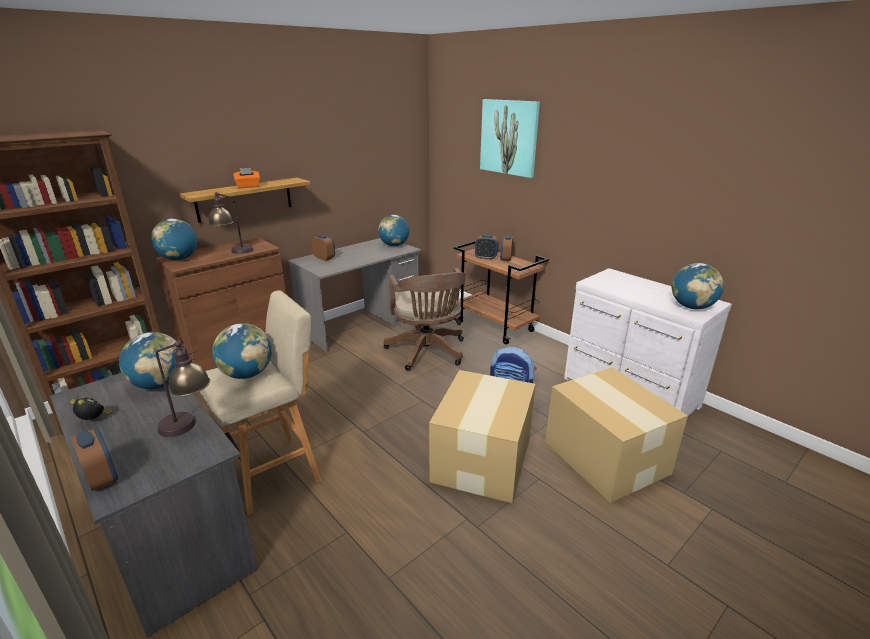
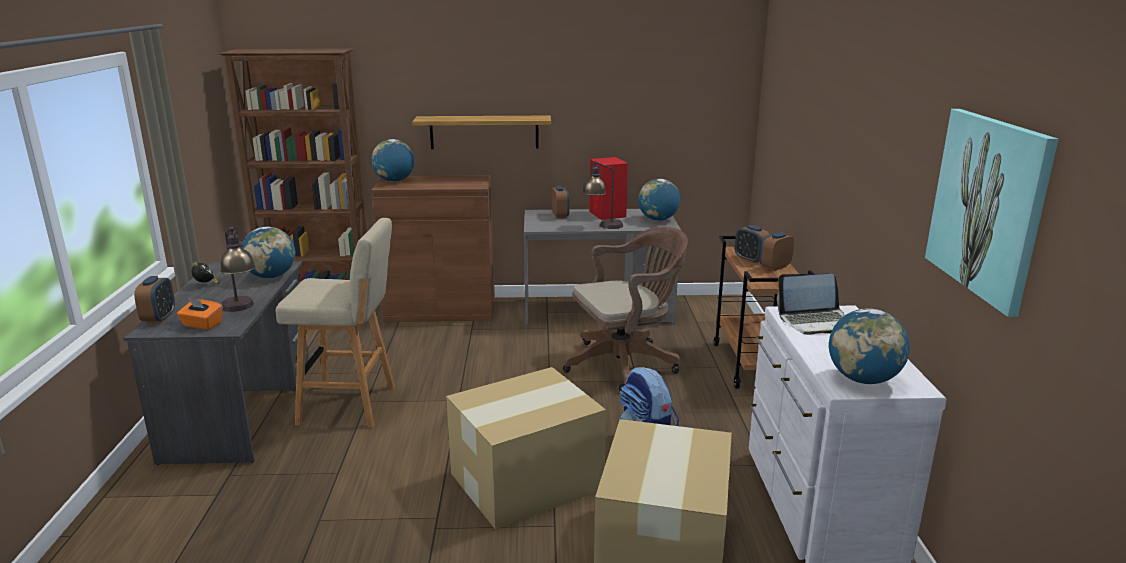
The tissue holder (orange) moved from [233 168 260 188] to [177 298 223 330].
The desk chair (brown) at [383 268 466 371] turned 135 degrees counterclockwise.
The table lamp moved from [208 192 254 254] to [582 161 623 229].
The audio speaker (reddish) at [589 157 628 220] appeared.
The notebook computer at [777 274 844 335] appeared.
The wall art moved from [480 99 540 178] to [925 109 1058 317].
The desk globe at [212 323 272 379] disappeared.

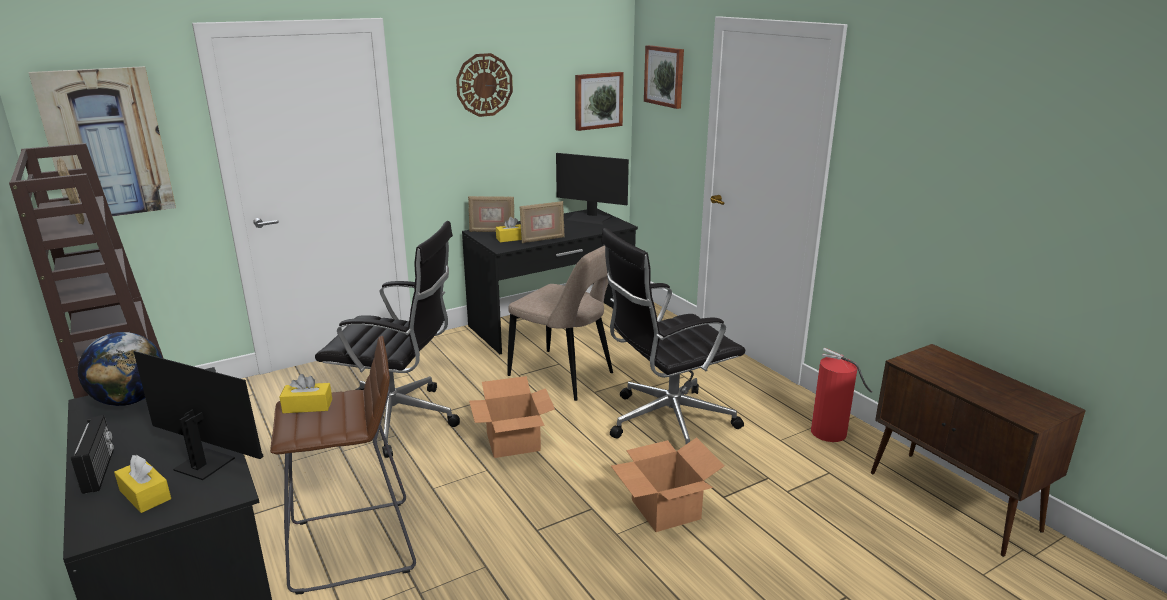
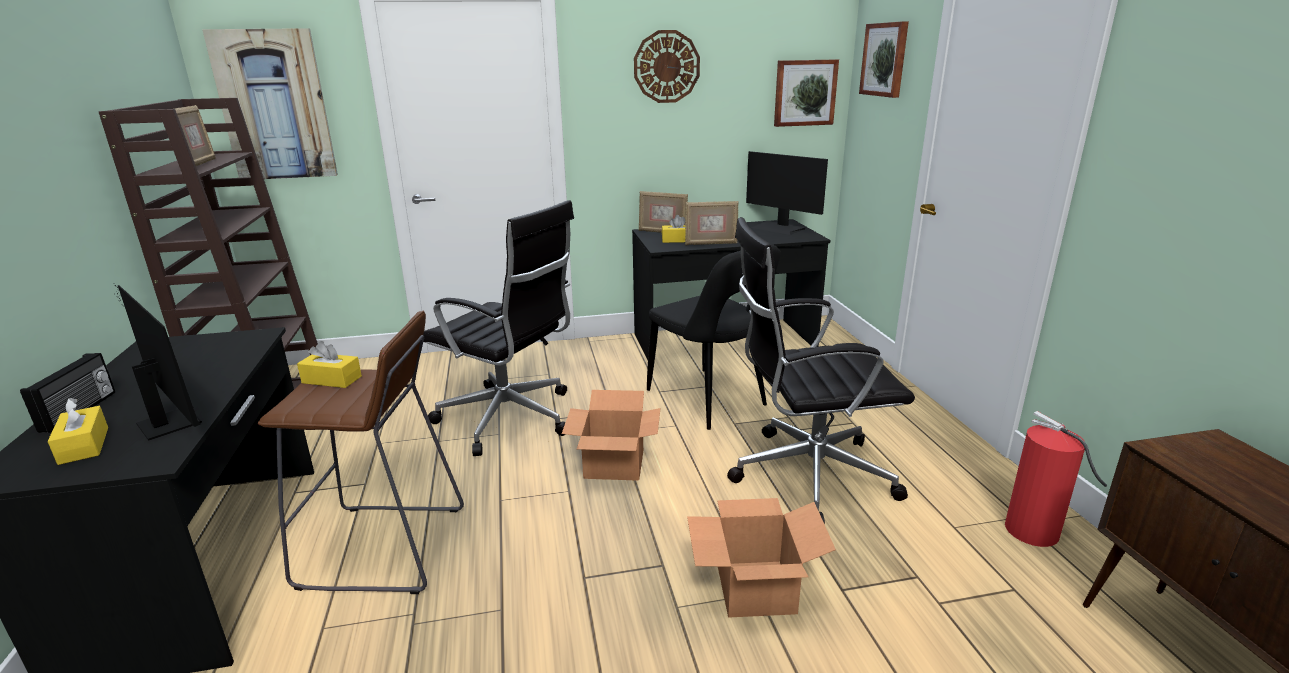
The plain chair (beige-coloured) at [507 246 613 401] became the plain chair (black) at [647 244 781 430].
The desk globe at [78 332 162 406] disappeared.

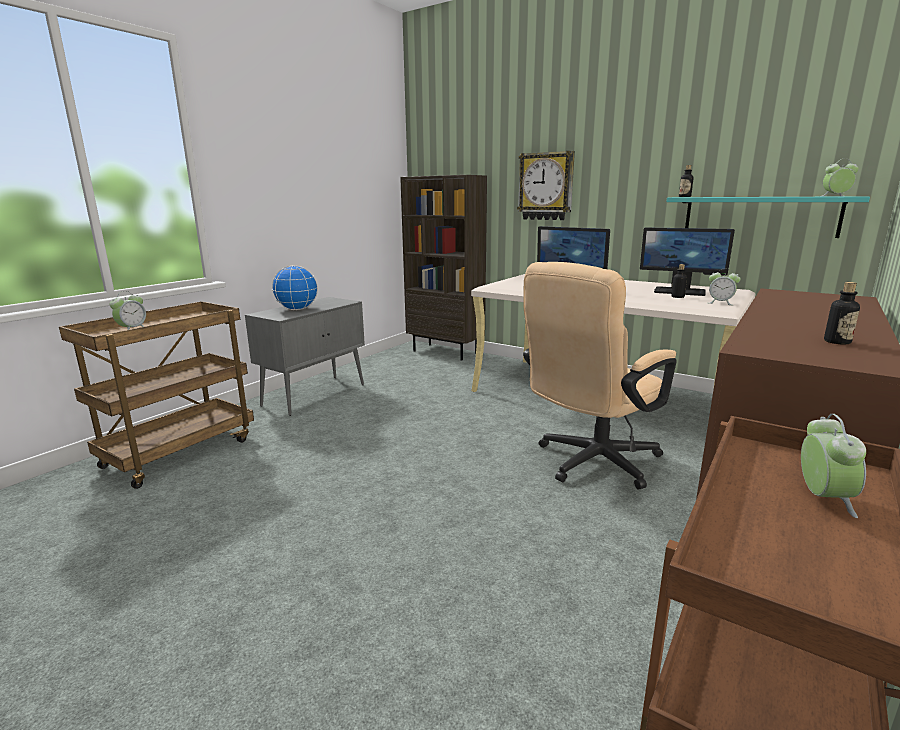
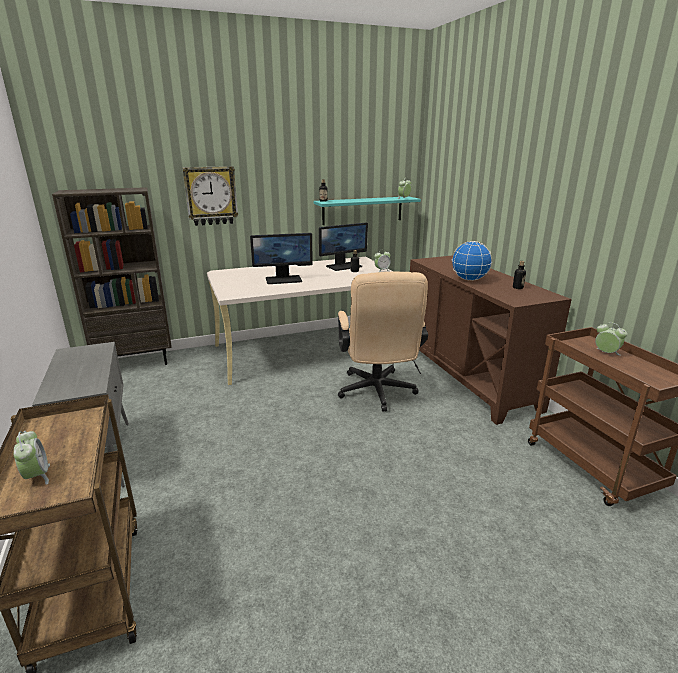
The desk globe moved from [272 265 318 310] to [452 241 492 281].

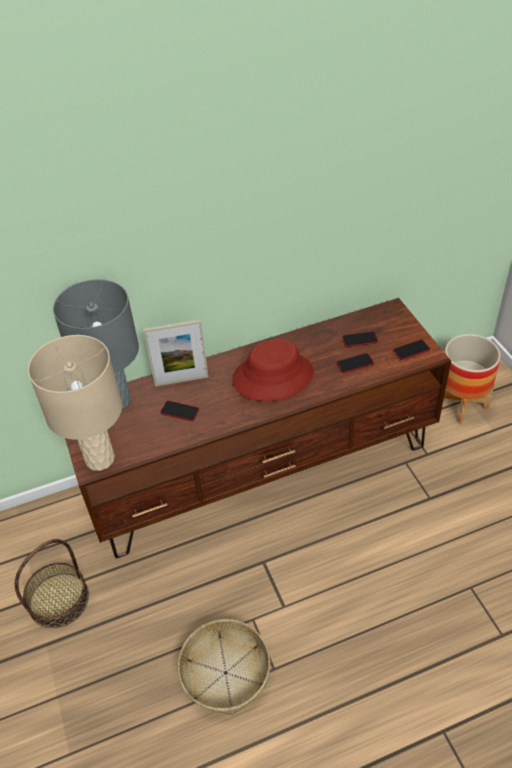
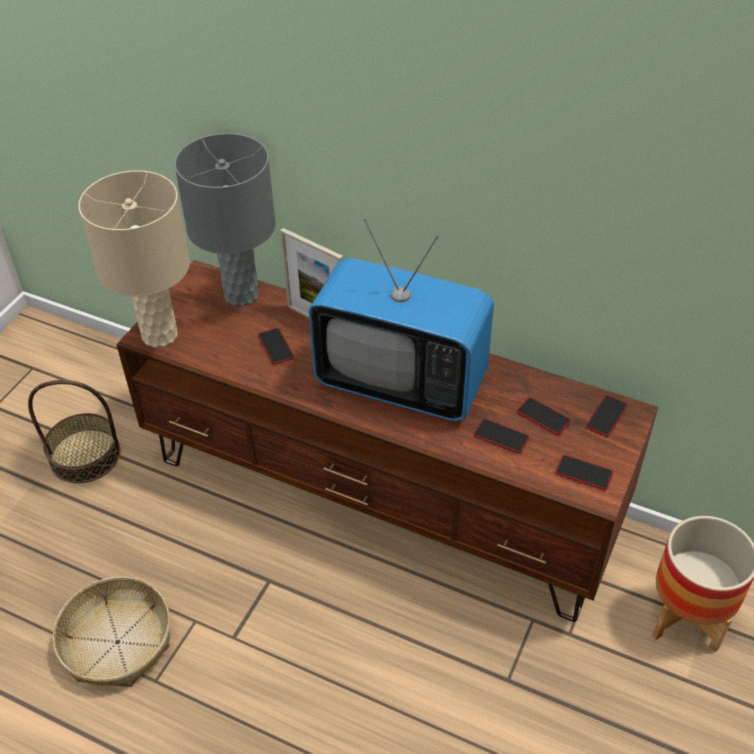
The wearable hat (reddish) at [232 339 314 401] was replaced by the TV at [309 219 494 421].
The handset at [586 395 628 437] appeared.

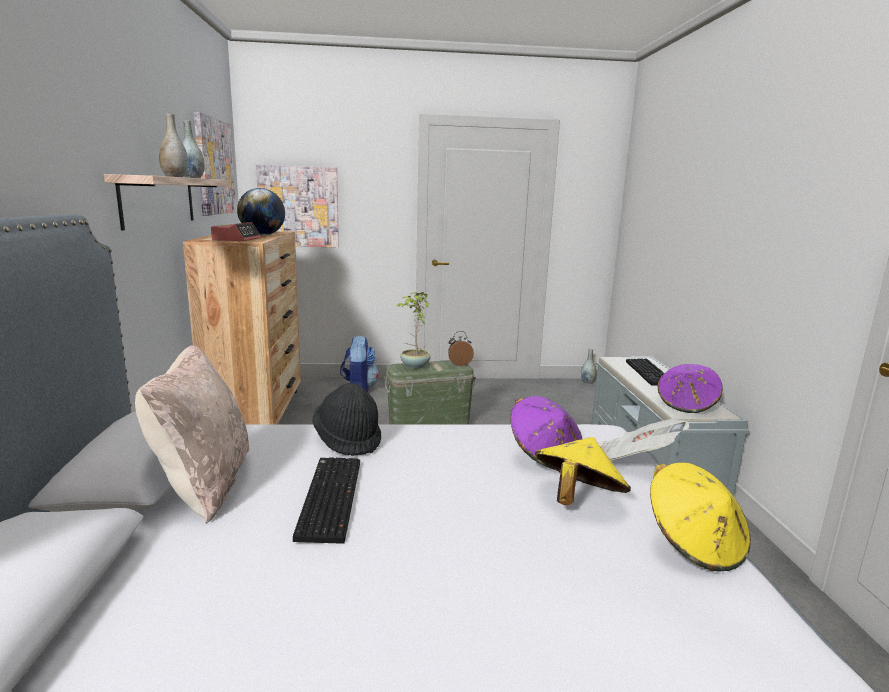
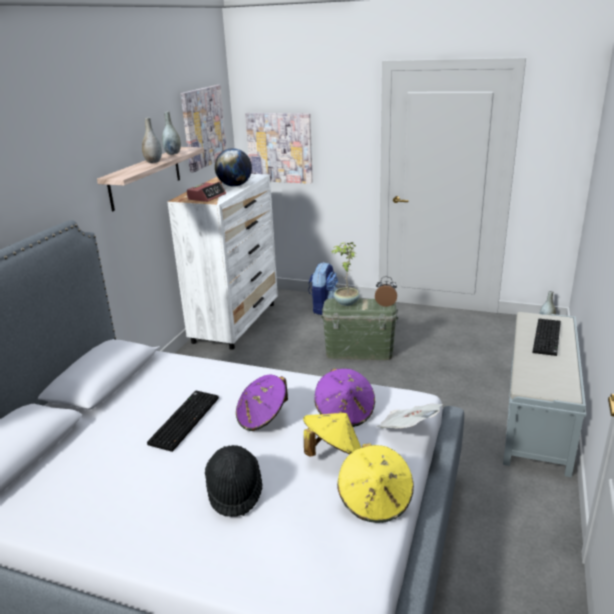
The chest of drawers (brown) at [183 231 301 425] became the chest of drawers (white-coloured) at [167 174 278 350].
The wearable hat (black) moved from [312 383 381 456] to [205 445 262 517].
The wearable hat (purplish) moved from [658 364 723 413] to [236 375 288 431].
The cushion (beige-coloured) at [135 346 249 523] disappeared.

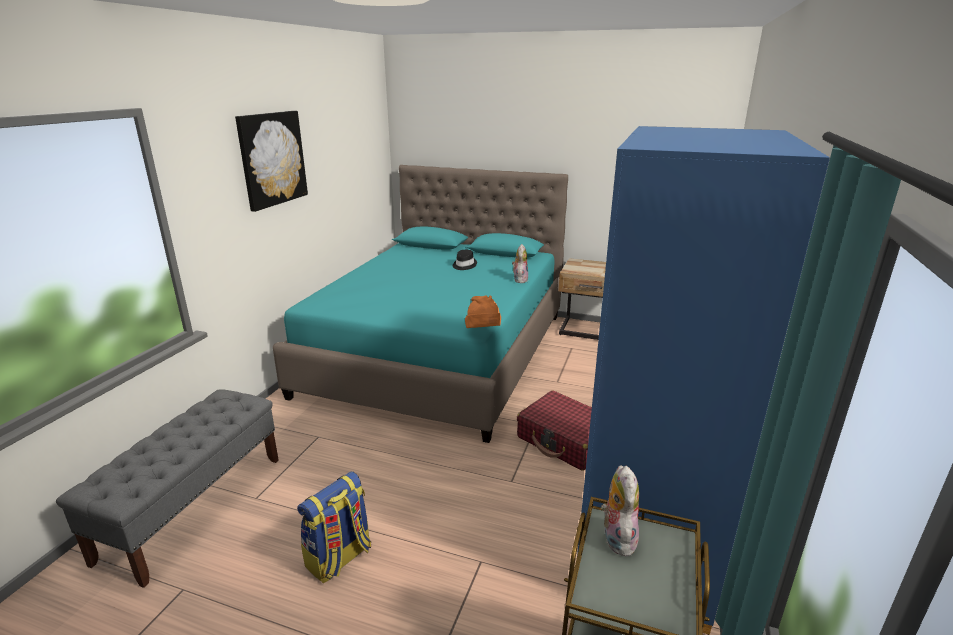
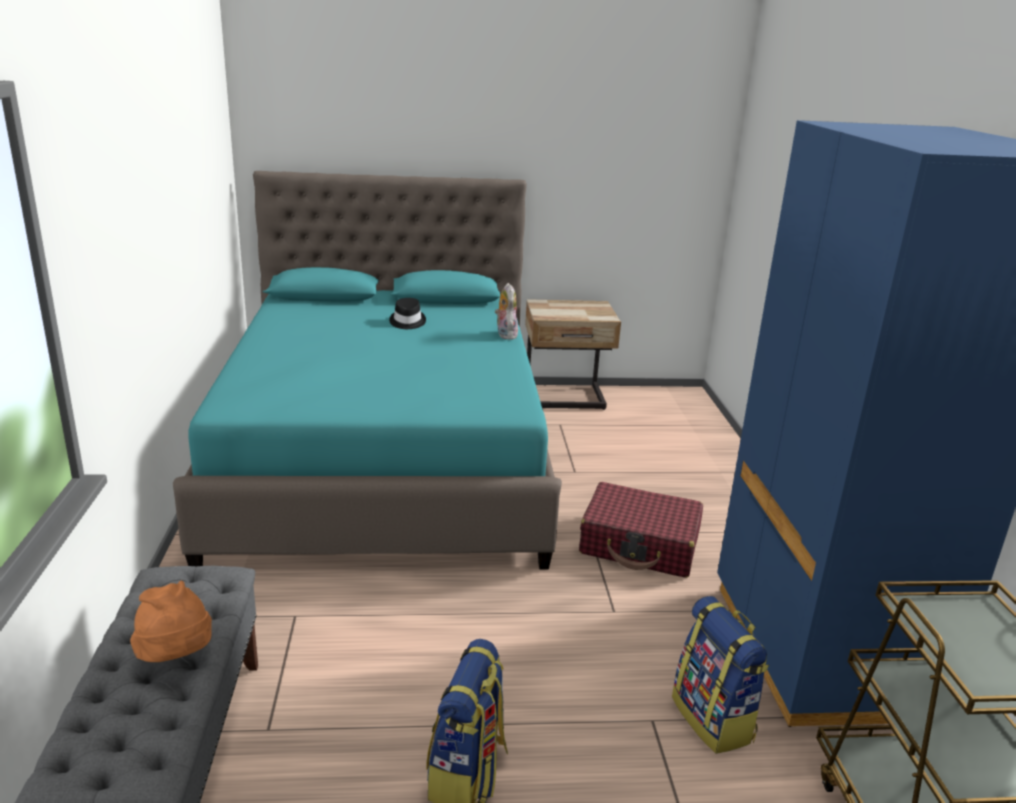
The wearable hat (orange) moved from [465 295 501 328] to [130 581 212 662].
The rucksack at [672 596 769 754] appeared.
The wall art at [235 111 308 212] disappeared.
The cuddly toy at [601 465 639 556] disappeared.

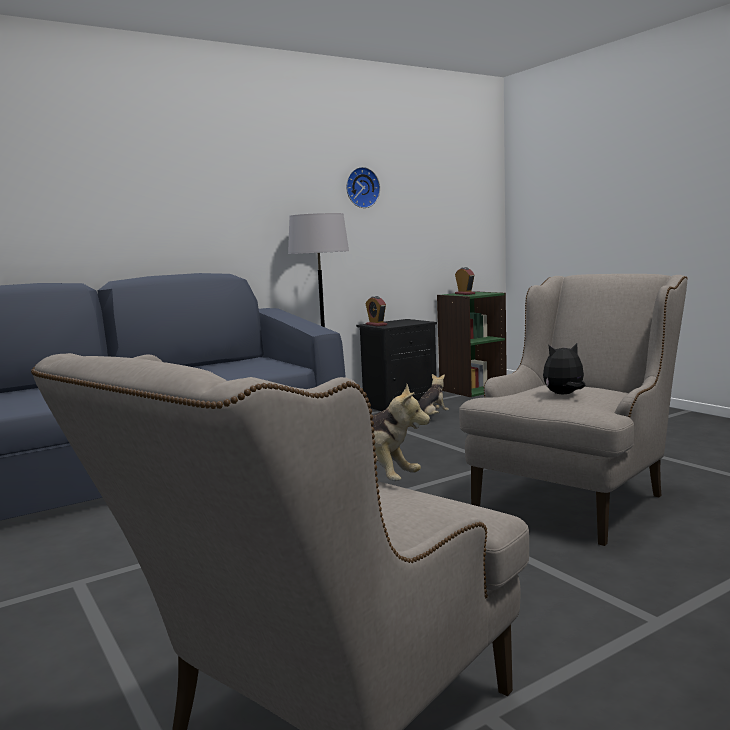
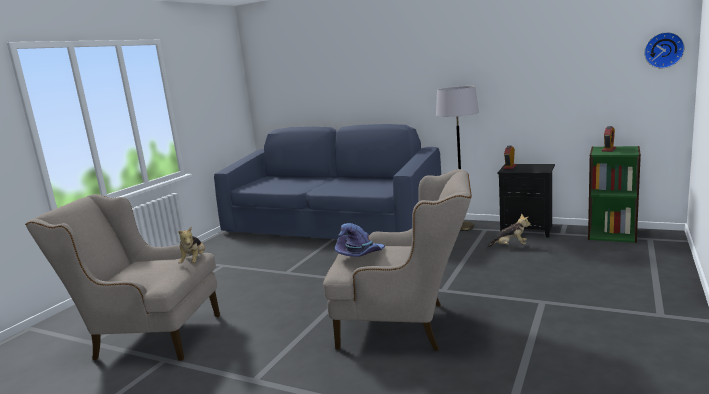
The cuddly toy at [543 343 586 394] was replaced by the wearable hat (purplish) at [335 223 385 257].
The hanging clock moved from [346 167 380 208] to [644 32 685 68].

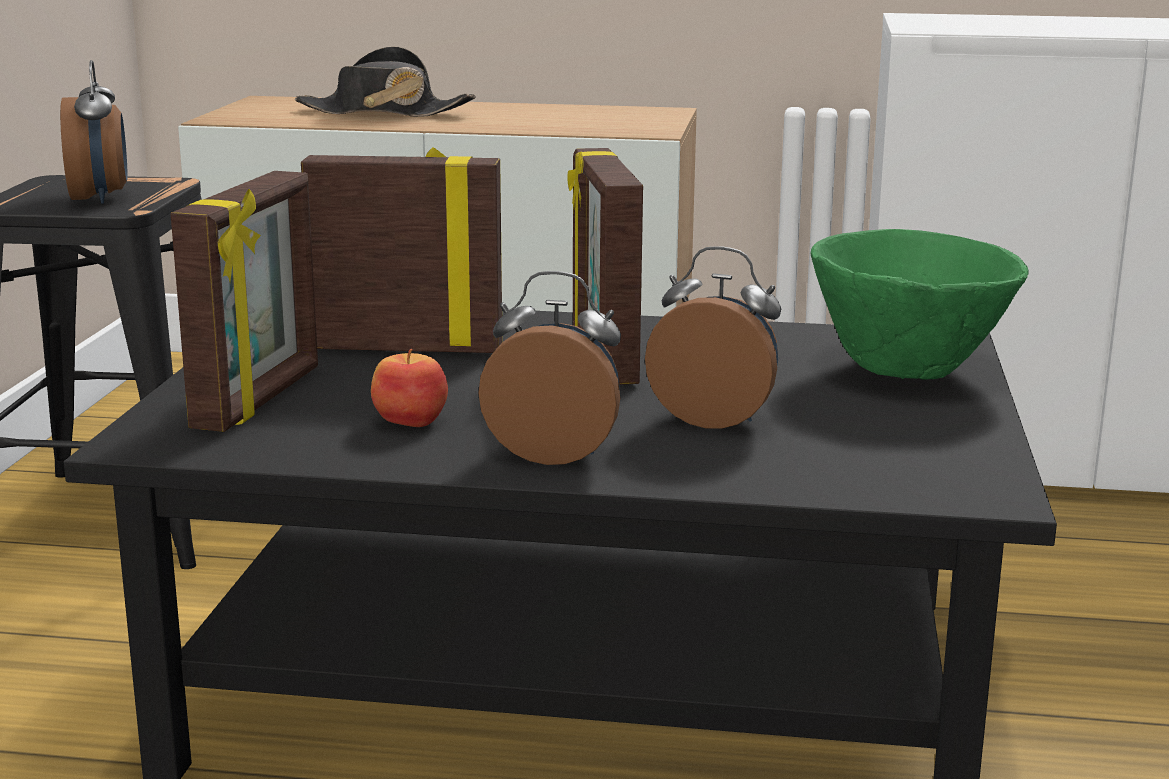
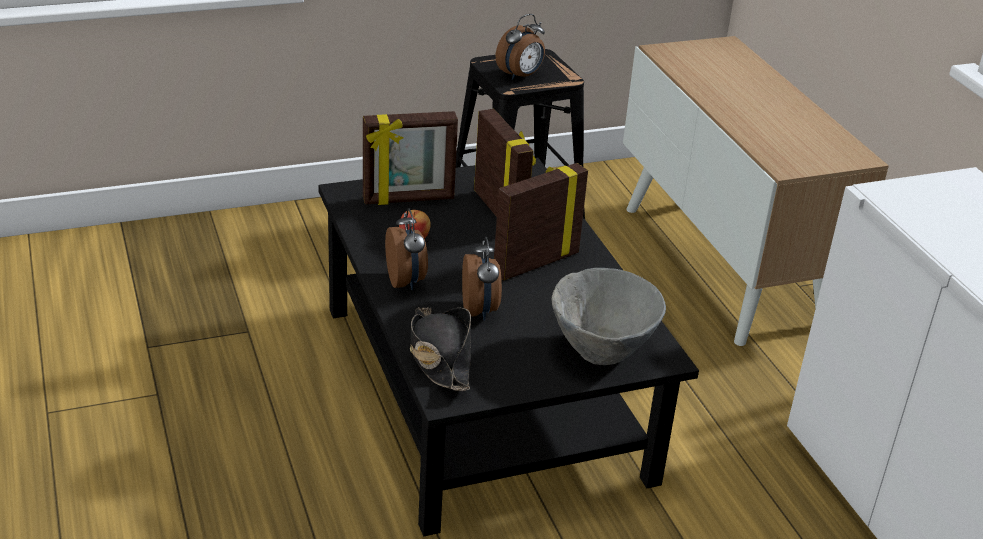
The wearable hat (black) moved from [295 46 476 117] to [410 307 471 391].
The bowl (green-coloured) at [810 229 1029 380] became the bowl (grey) at [551 268 666 365].

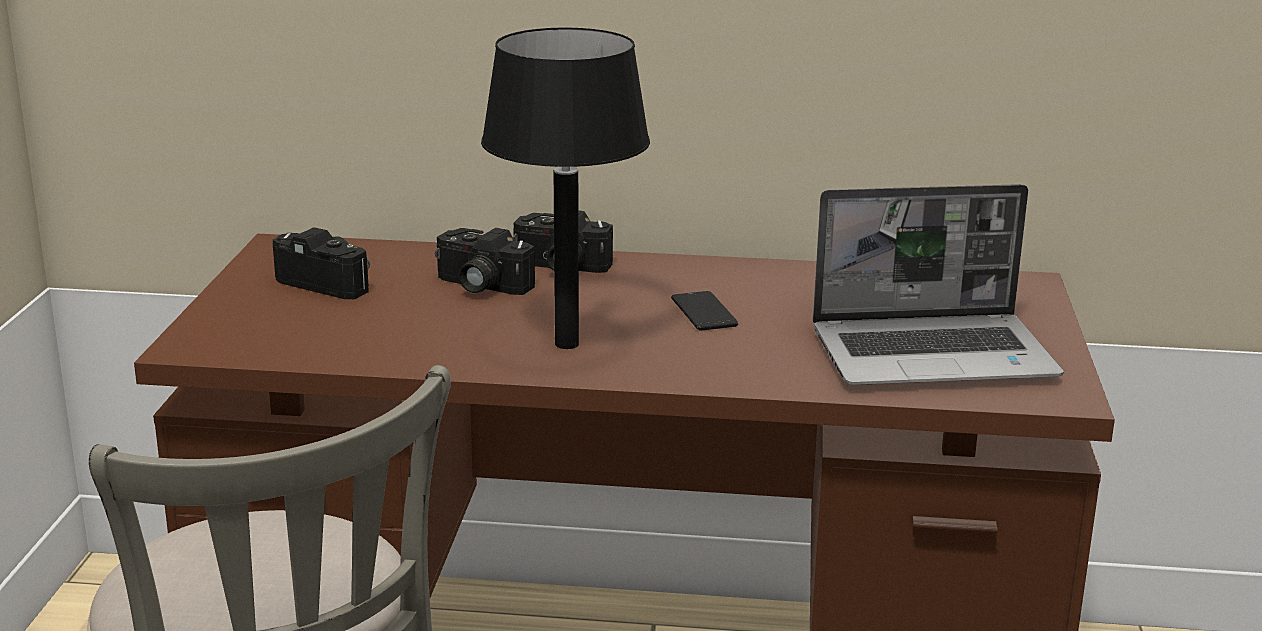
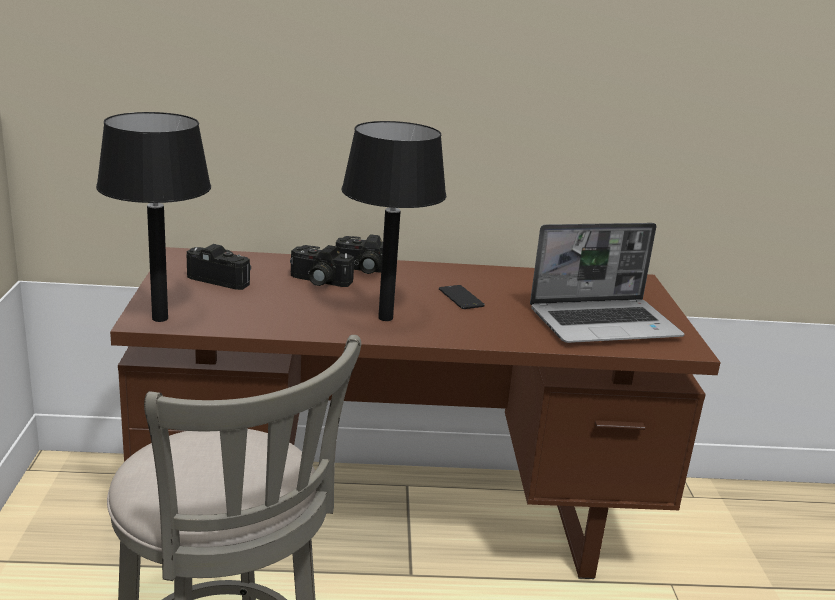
The table lamp (black) at [96 112 211 322] appeared.

